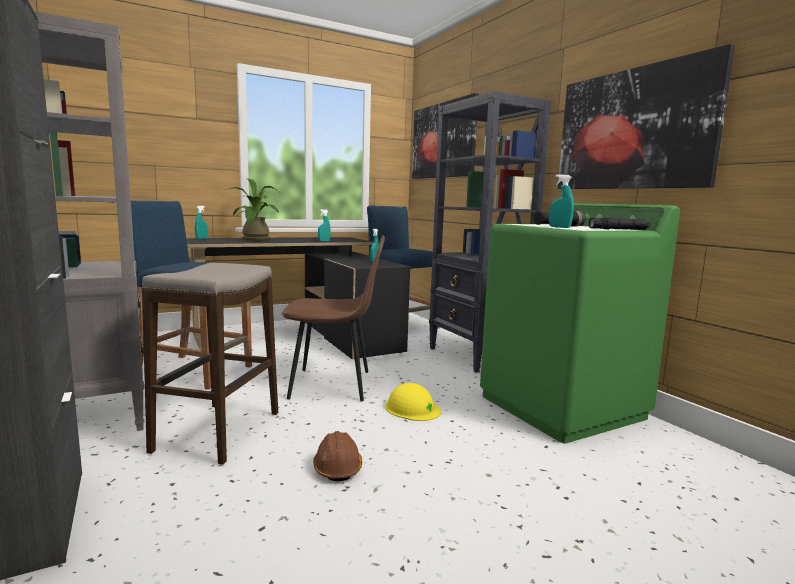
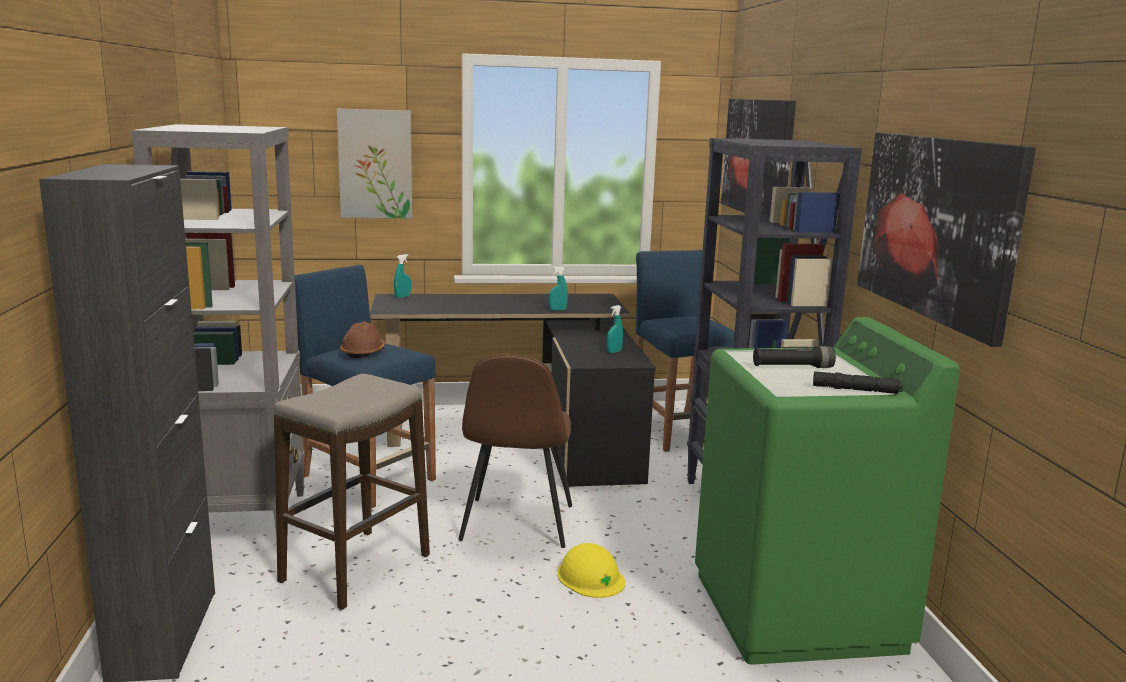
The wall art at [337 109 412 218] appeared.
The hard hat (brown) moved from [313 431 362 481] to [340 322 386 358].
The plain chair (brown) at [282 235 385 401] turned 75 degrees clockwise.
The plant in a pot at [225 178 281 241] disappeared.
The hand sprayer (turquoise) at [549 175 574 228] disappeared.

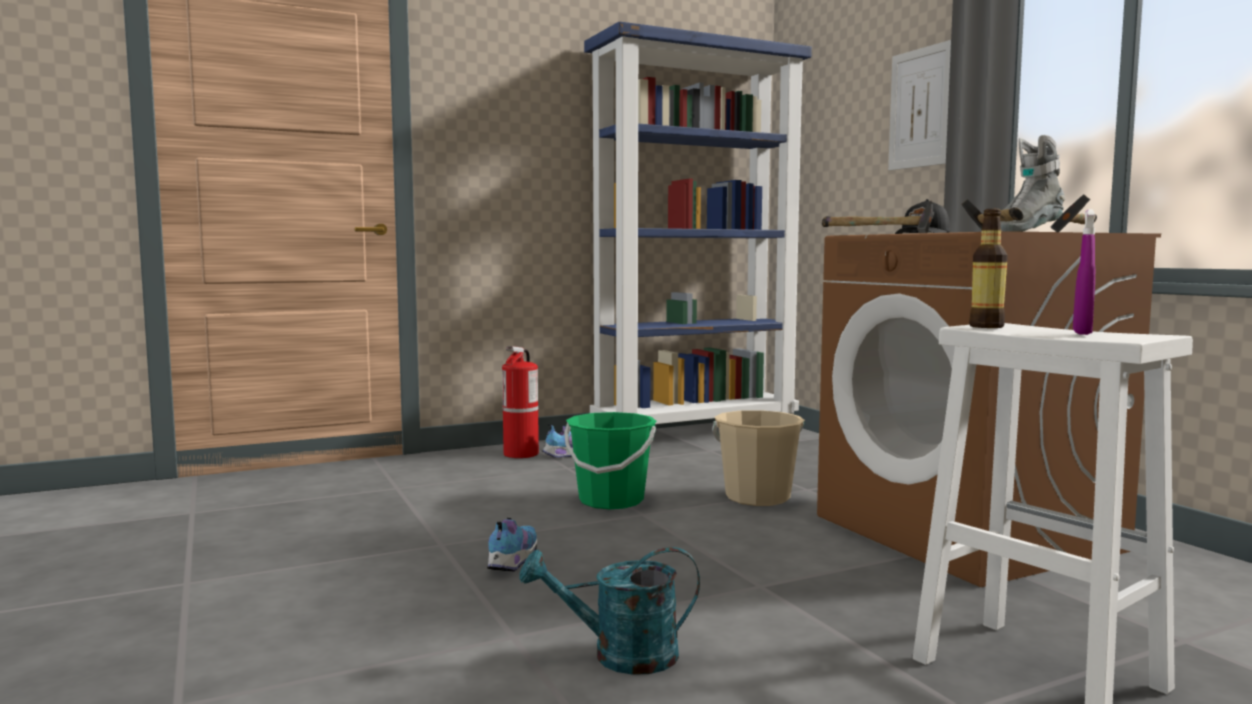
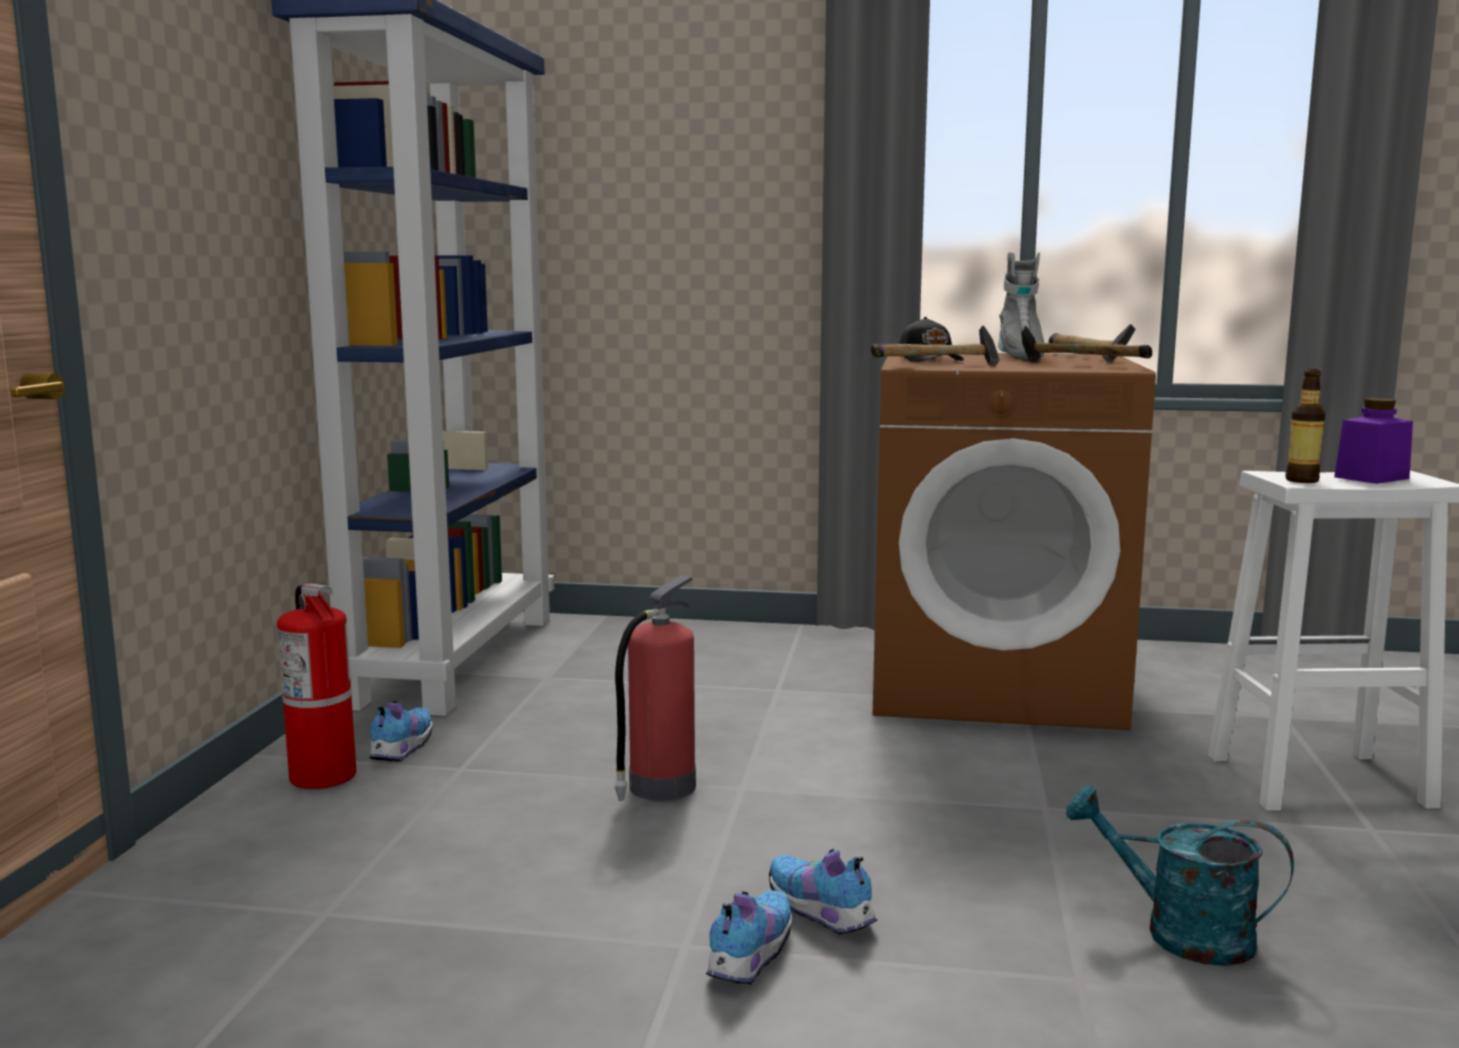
The pail (green-coloured) at [564 412 656 510] was replaced by the fire-fighting cylinder at [613 575 696 801].
The shoe at [706 890 792 984] appeared.
The sprinkling can (turquoise) at [519 547 700 675] turned 90 degrees clockwise.
The hand sprayer (purplish) at [1073 209 1096 335] was replaced by the preserve jar (purplish) at [1334 398 1413 484].
The pail (beige-coloured) at [712 410 805 506] disappeared.
The wall art at [888 40 951 171] disappeared.

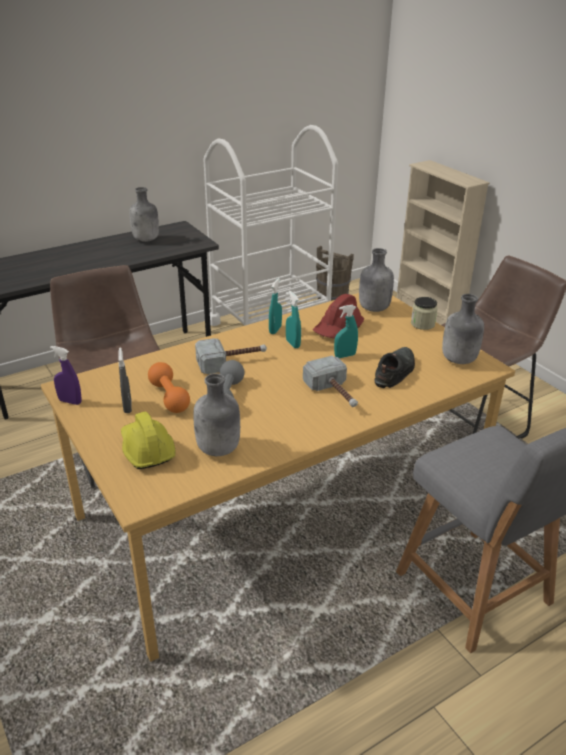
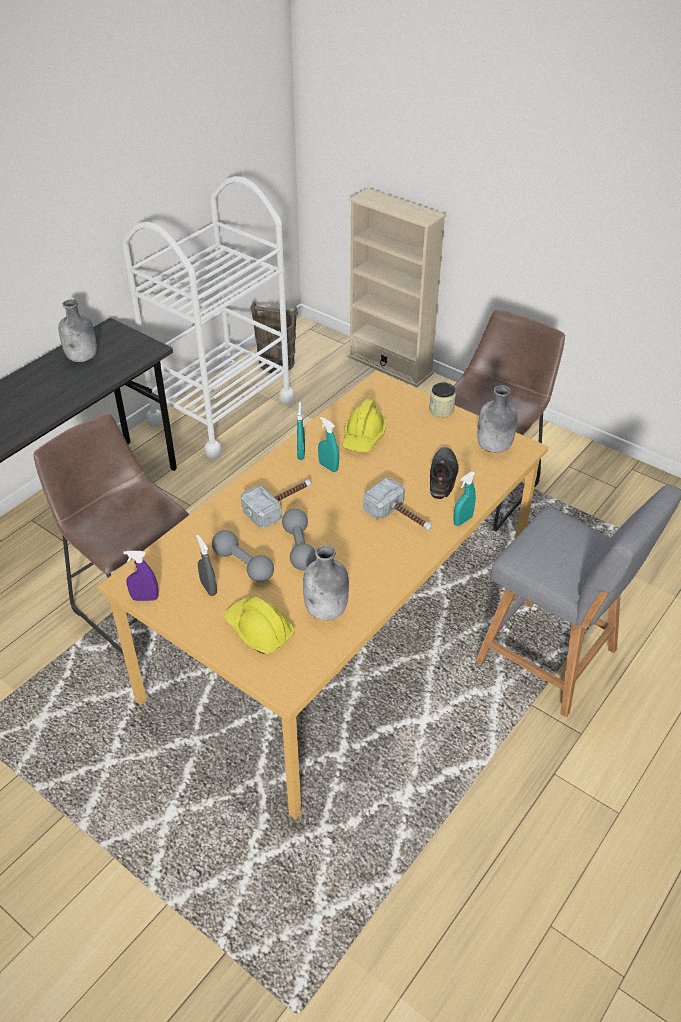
The free weight (orange) at [148 362 190 413] became the free weight (grey) at [212 530 274 582].
The hard hat (reddish) at [313 294 364 338] became the hard hat (yellow) at [342 399 386 452].
The hand sprayer (turquoise) moved from [334 305 358 358] to [453 471 476 526].
The drink bottle (grey) at [359 248 394 312] disappeared.

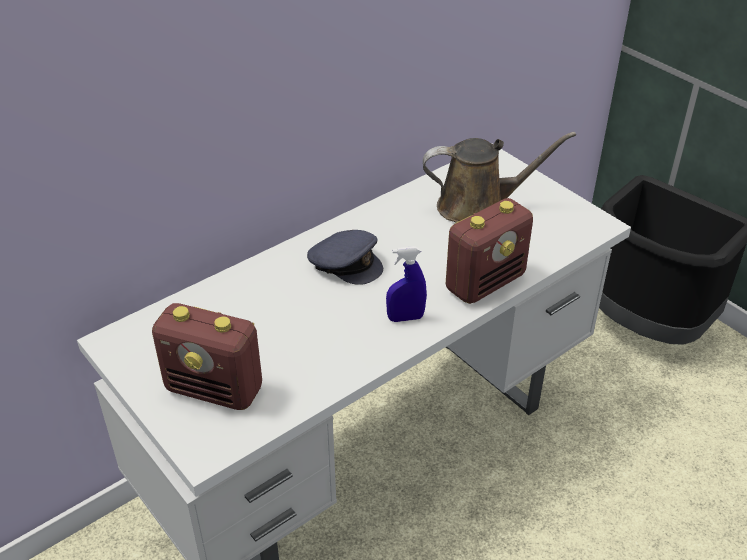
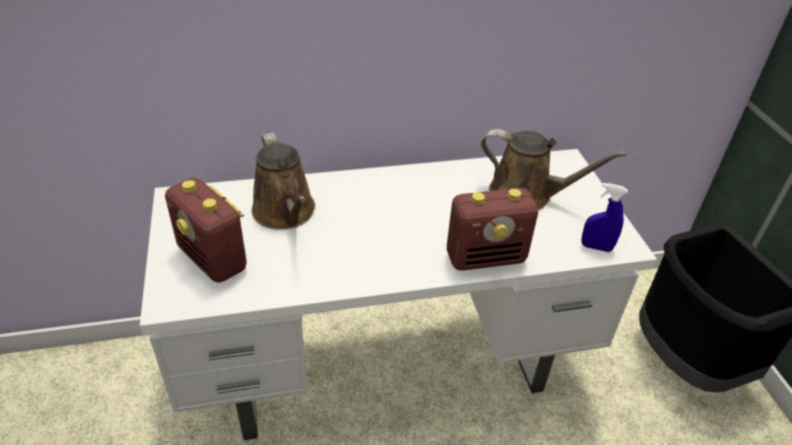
The sprinkling can (brown) at [251 132 315 230] appeared.
The hand sprayer (blue) moved from [386 246 427 322] to [581 183 628 252].
The baseball cap (grey) at [307 230 383 285] disappeared.

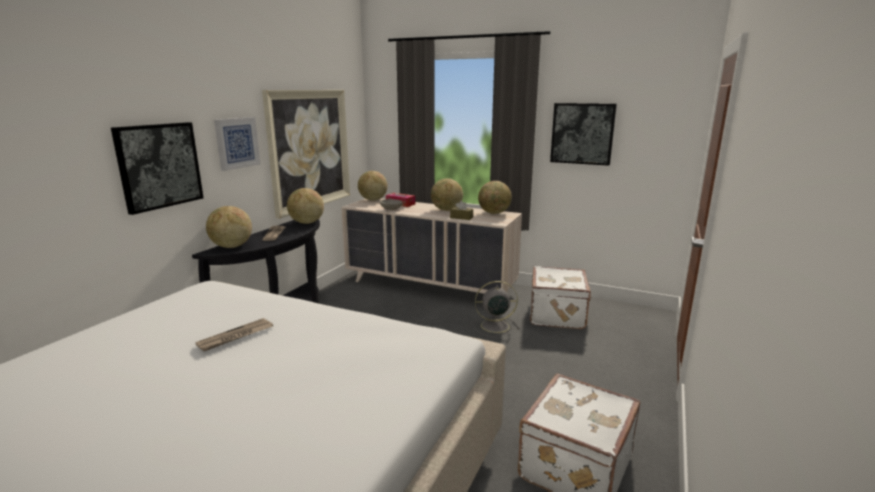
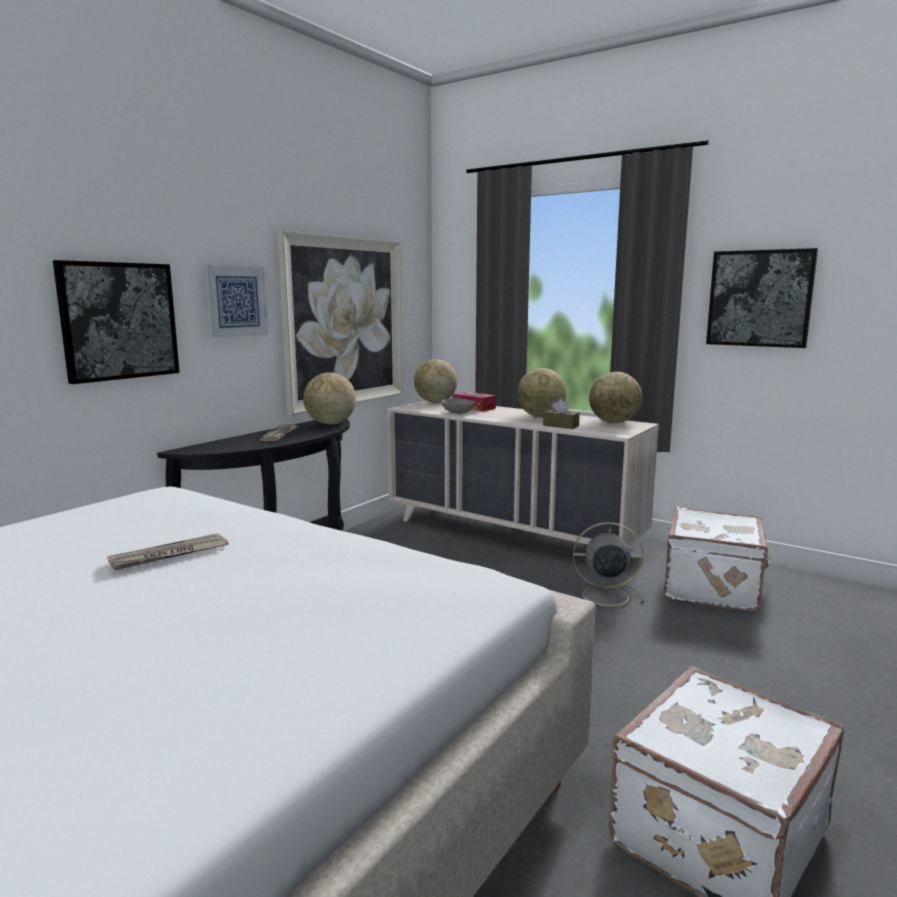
The desk globe at [206 206 252 248] disappeared.

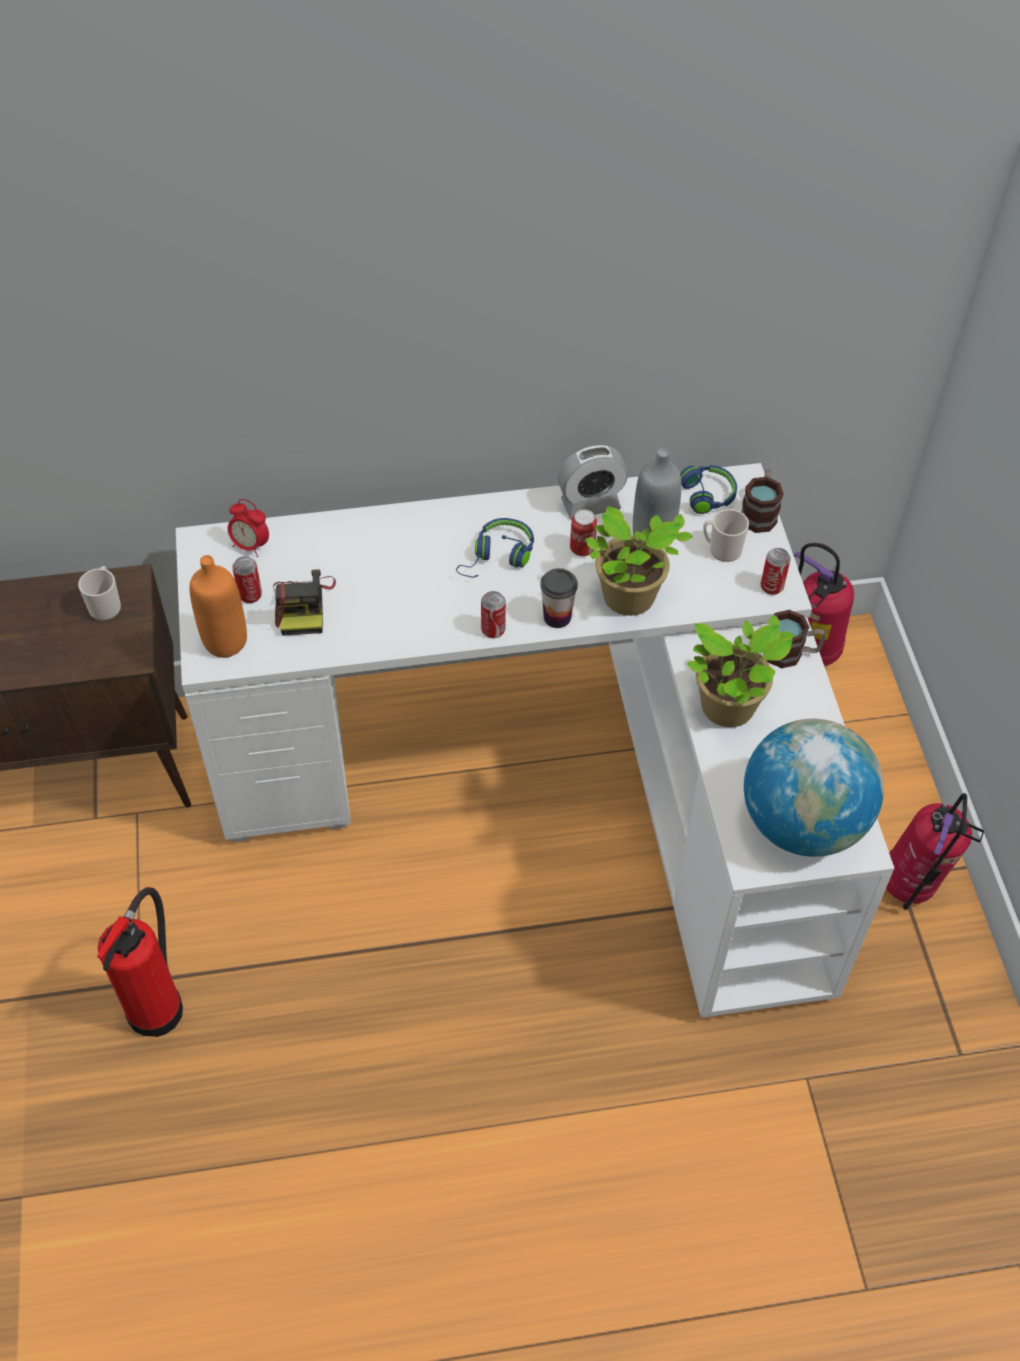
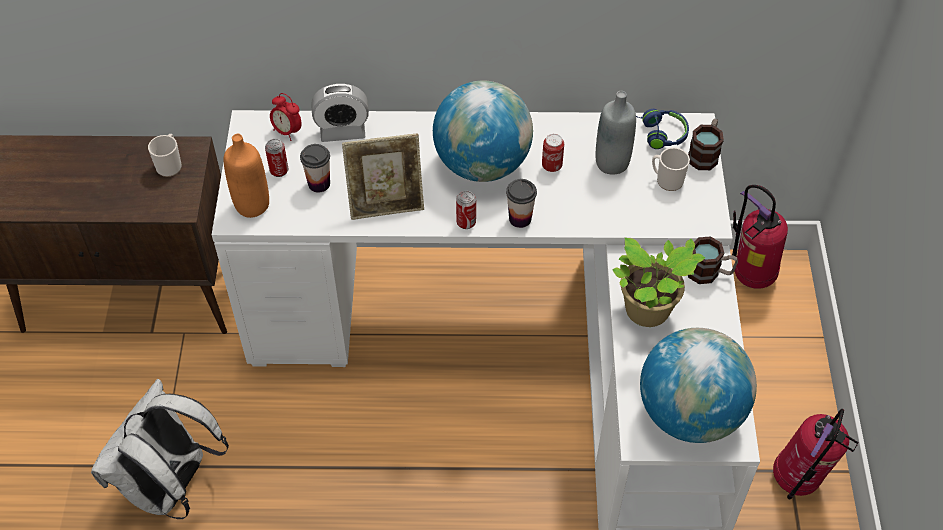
The fire-fighting cylinder at [97 887 183 1037] was replaced by the rucksack (white-coloured) at [91 379 229 519].
The still camera at [273 569 336 636] was replaced by the cup at [300 144 330 192].
The bedside clock moved from [558 445 628 519] to [311 84 369 142].
The picture frame at [342 133 424 220] appeared.
The pair of headphones (blue) at [456 518 534 578] was replaced by the desk globe at [433 81 533 182].
The plant in a pot at [586 506 693 616] disappeared.
The metal can at [761 548 791 595] disappeared.

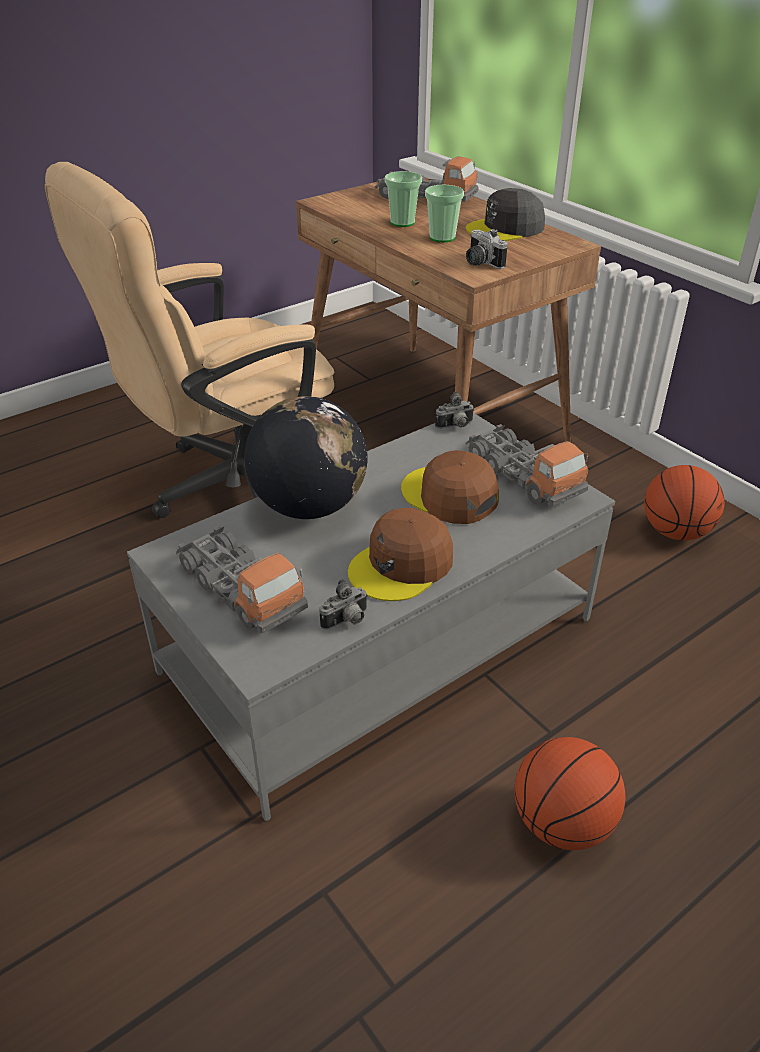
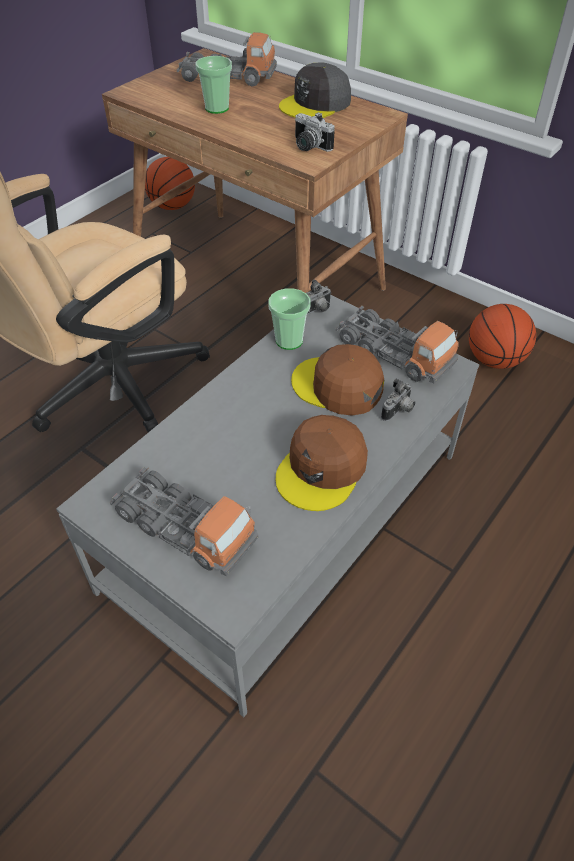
The ball for basketball moved from [515 737 625 850] to [145 157 195 210].
The cup moved from [425 185 464 243] to [268 288 311 350].
The still camera moved from [319 579 368 630] to [381 379 415 421].
The desk globe at [244 396 368 519] disappeared.

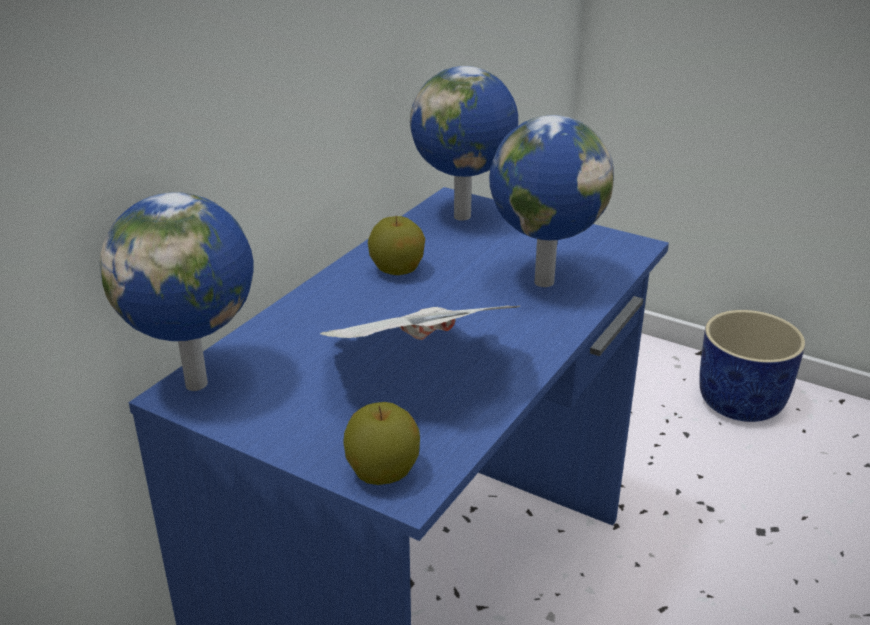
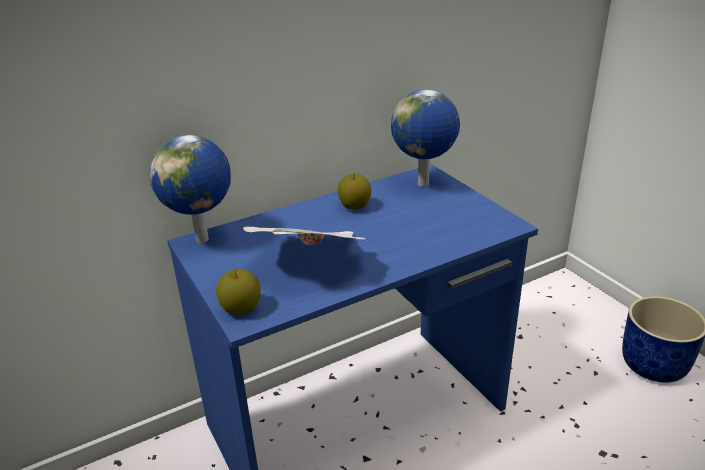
The desk globe at [489 115 614 287] disappeared.

